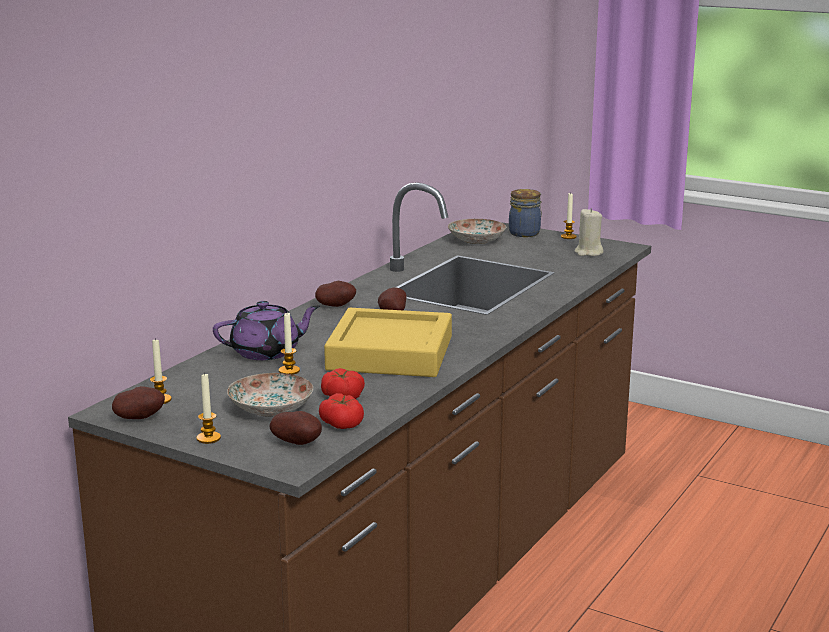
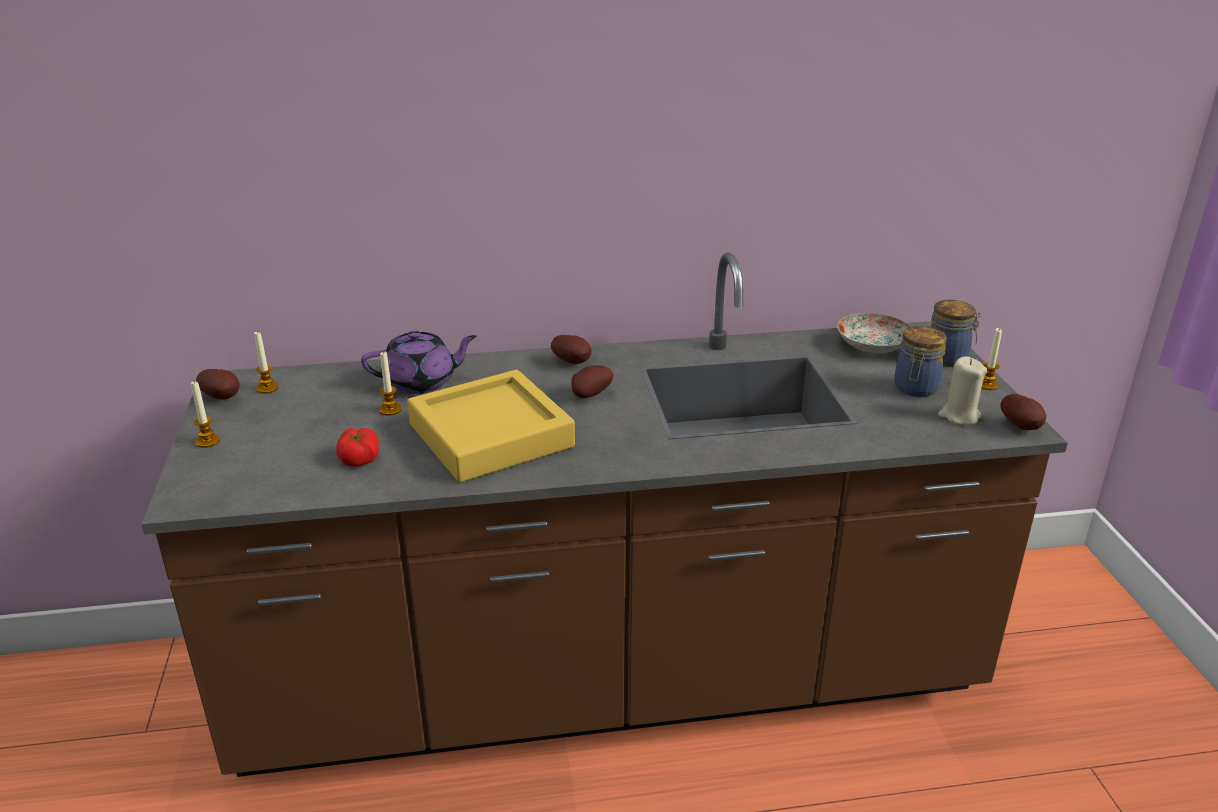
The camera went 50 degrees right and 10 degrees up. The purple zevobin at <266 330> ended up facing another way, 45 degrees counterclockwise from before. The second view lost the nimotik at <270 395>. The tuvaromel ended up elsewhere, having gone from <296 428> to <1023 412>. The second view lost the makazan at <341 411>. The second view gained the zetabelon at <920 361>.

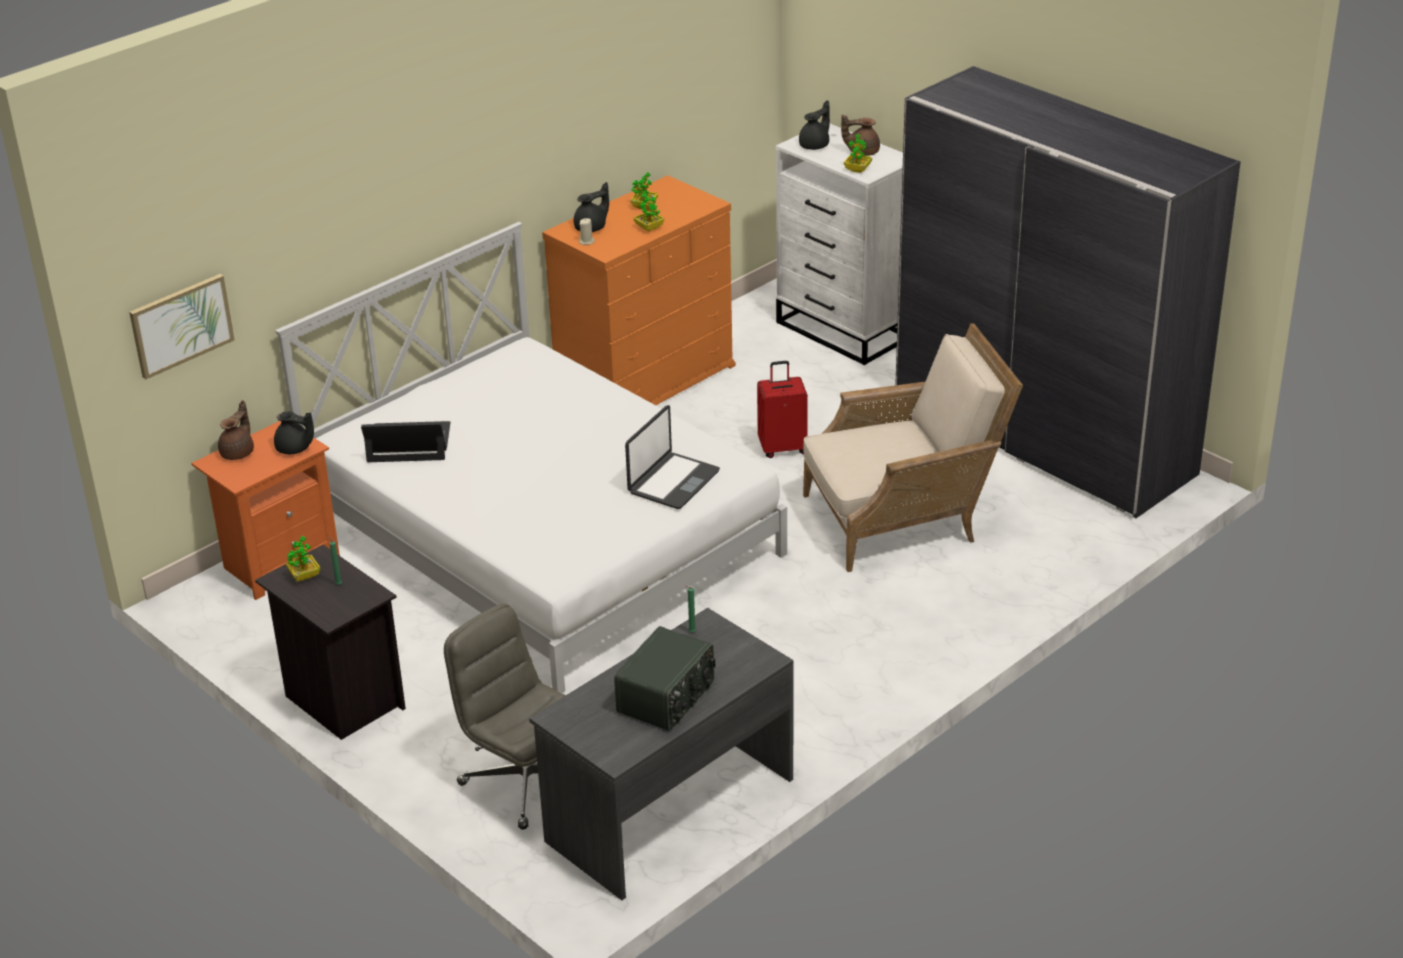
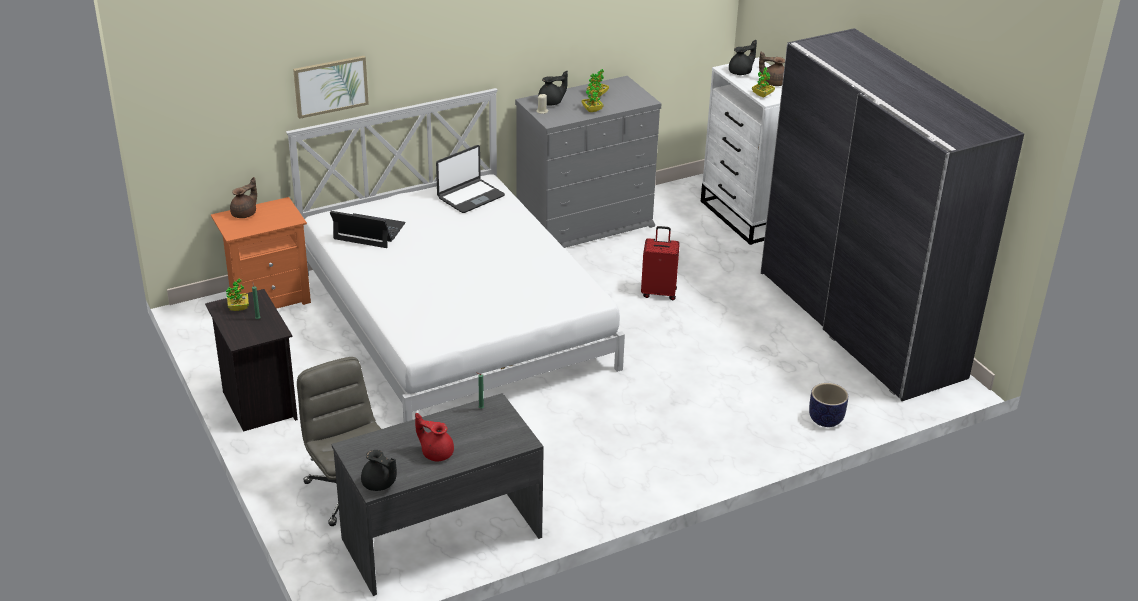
The camera went 15 degrees right and 0 degrees up. The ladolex ended up elsewhere, having gone from <182 326> to <331 87>. The black zevobin ended up elsewhere, having gone from <294 432> to <379 470>. What was the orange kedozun at <639 290> turned into the grey kedozun at <588 162>. Where the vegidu stood at <664 678>, the red zevobin came to stand at <434 437>. The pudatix ended up elsewhere, having gone from <672 457> to <470 179>. The second view lost the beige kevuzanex at <913 447>. The second view gained the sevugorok at <828 405>.

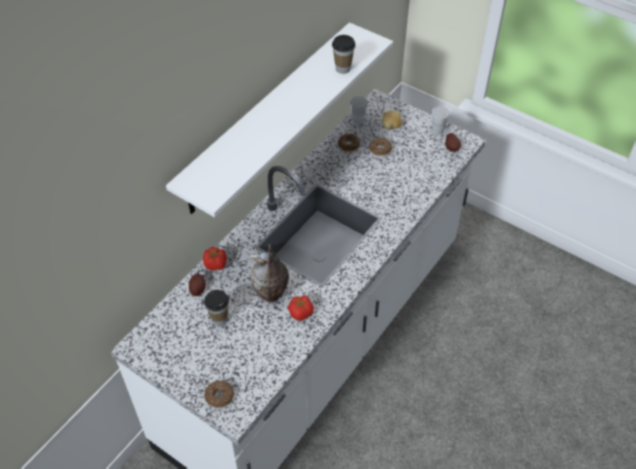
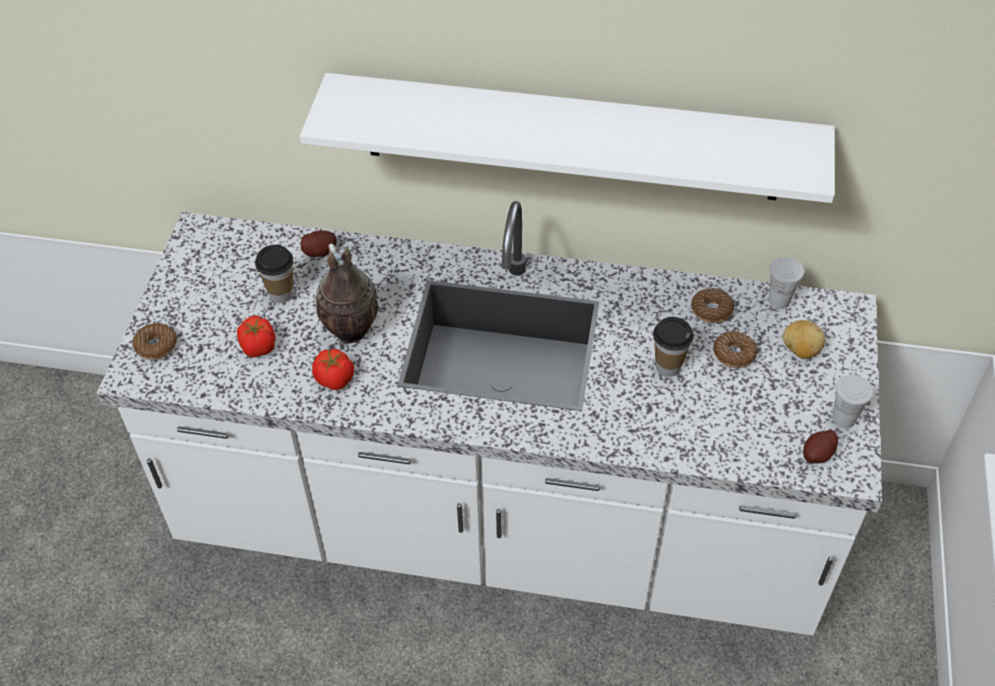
The camera went 65 degrees right and 0 degrees up. The makazan ended up elsewhere, having gone from <215 258> to <256 336>. The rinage ended up elsewhere, having gone from <344 54> to <673 347>.

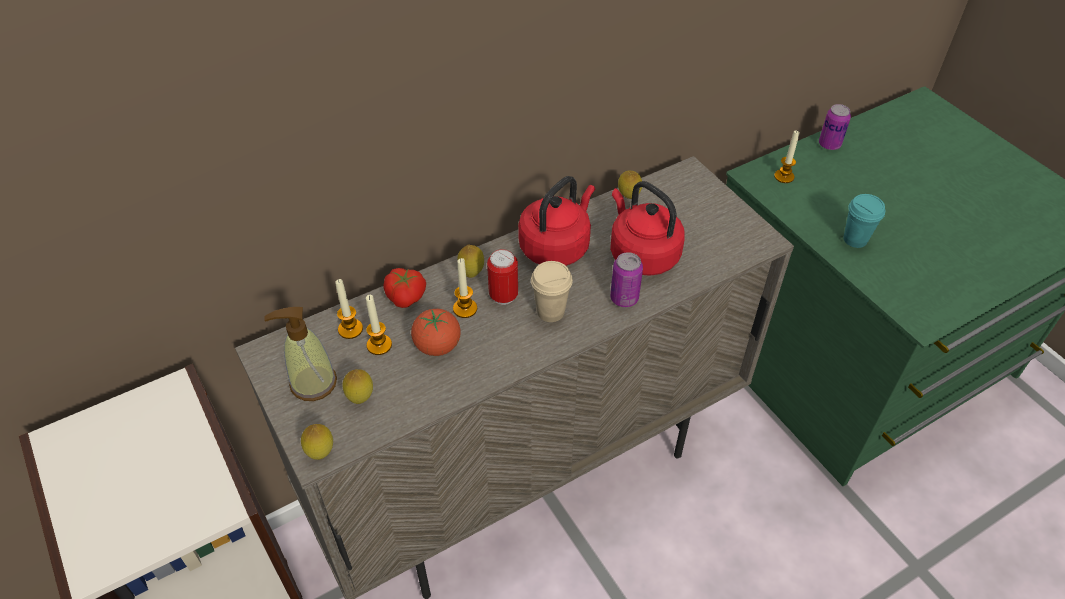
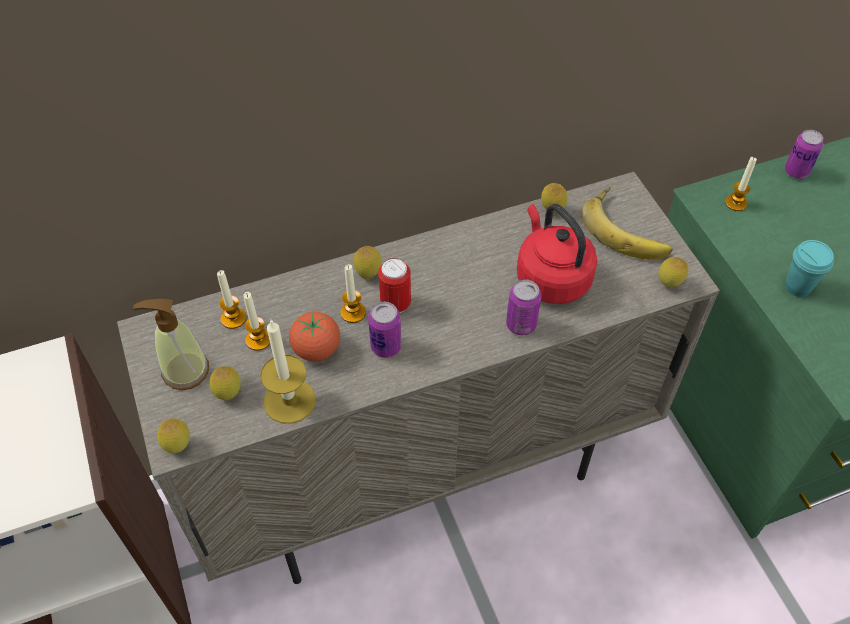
The camera went 10 degrees right and 5 degrees up. The second view lost the makazan at <405 288>. The second view lost the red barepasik at <556 221>. The second view lost the beige rinage at <552 291>. The second view gained the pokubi at <288 372>. The second view gained the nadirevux at <385 330>. The second view gained the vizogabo at <627 223>. The second view gained the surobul at <673 272>.

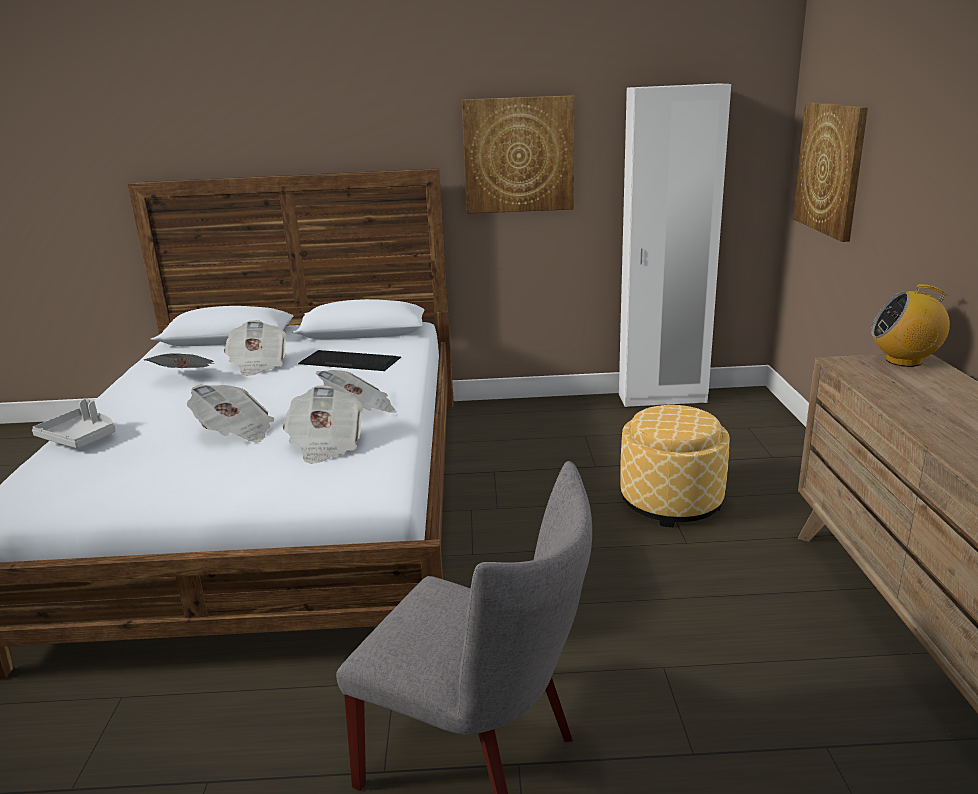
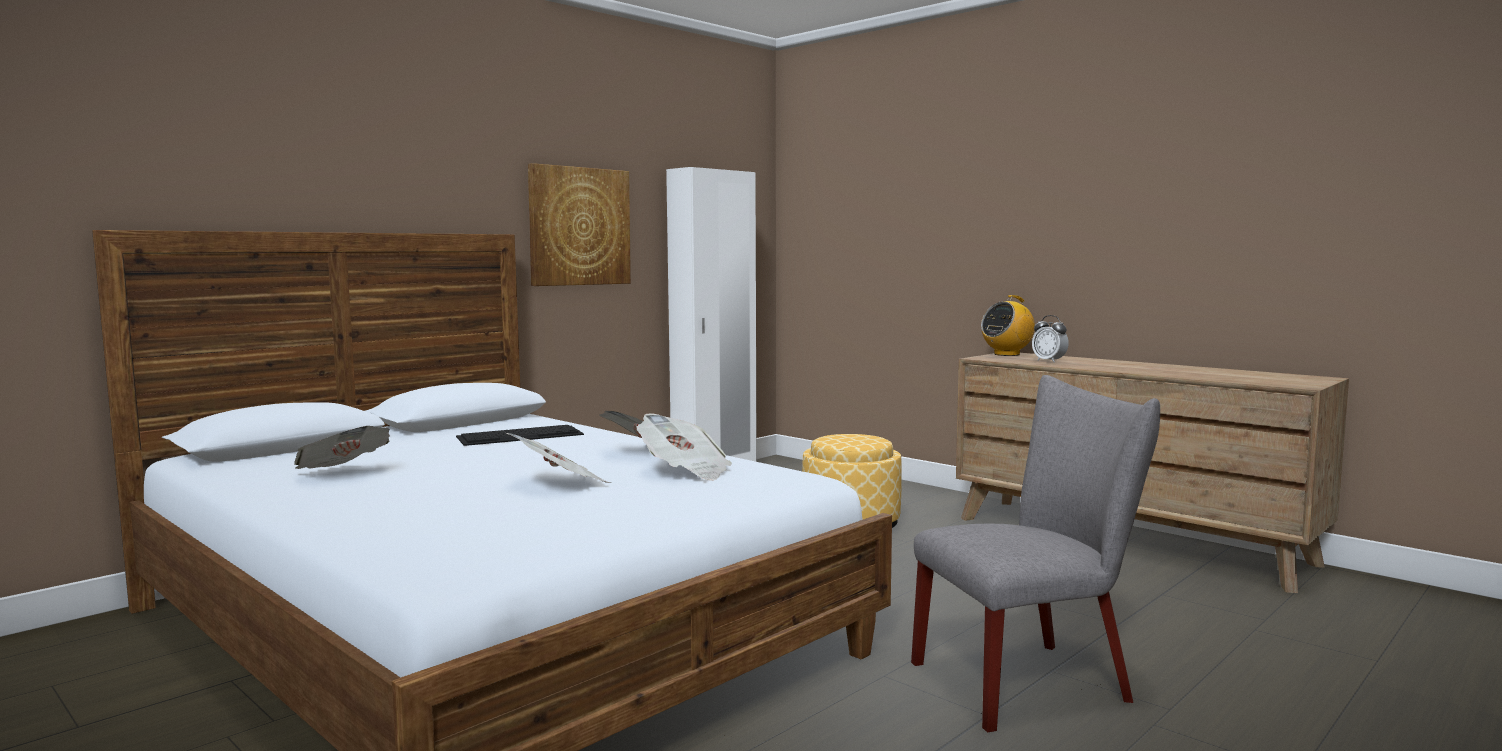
The camera went 45 degrees left and 15 degrees down. The second view lost the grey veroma at <74 423>. The second view lost the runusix at <255 348>. The second view lost the ladolex at <830 172>. The second view gained the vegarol at <1050 339>.

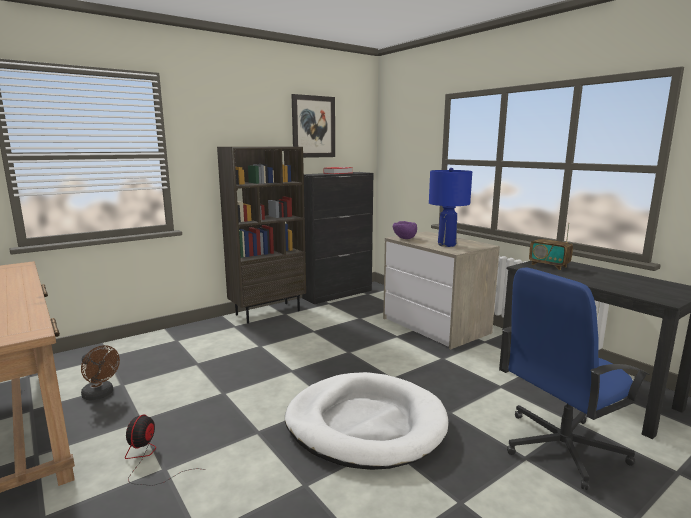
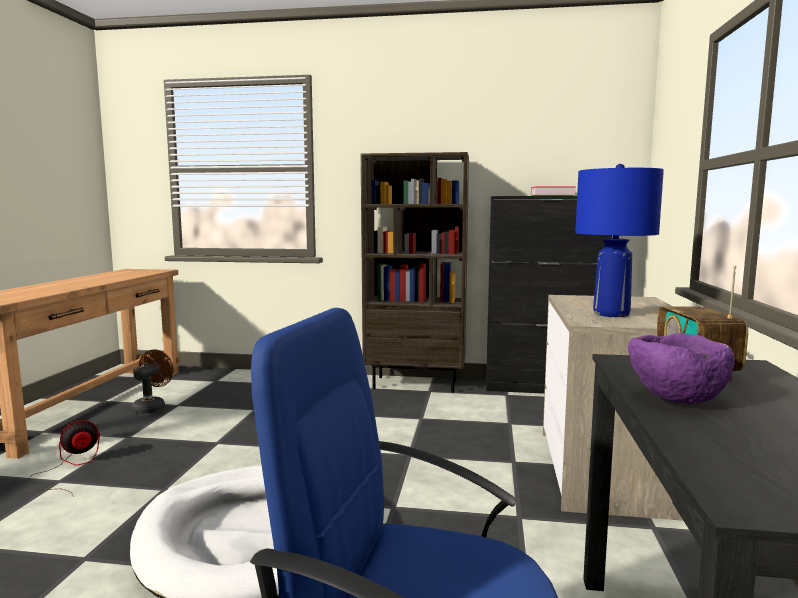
The camera went 45 degrees right and 5 degrees down. The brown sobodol at <100 373> ended up facing another way, 150 degrees counterclockwise from before. The second view lost the ladolex at <313 126>. The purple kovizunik ended up elsewhere, having gone from <405 230> to <681 368>.

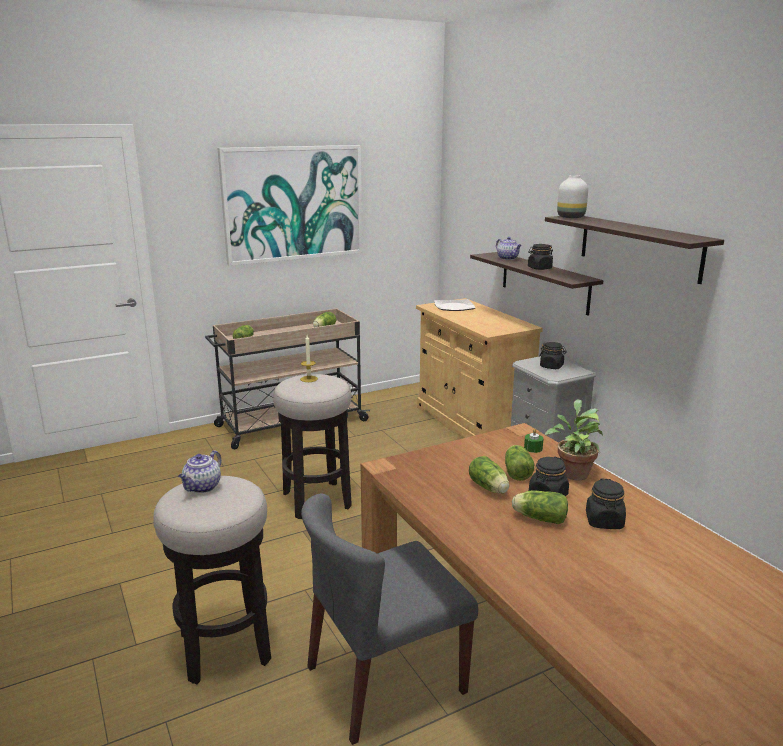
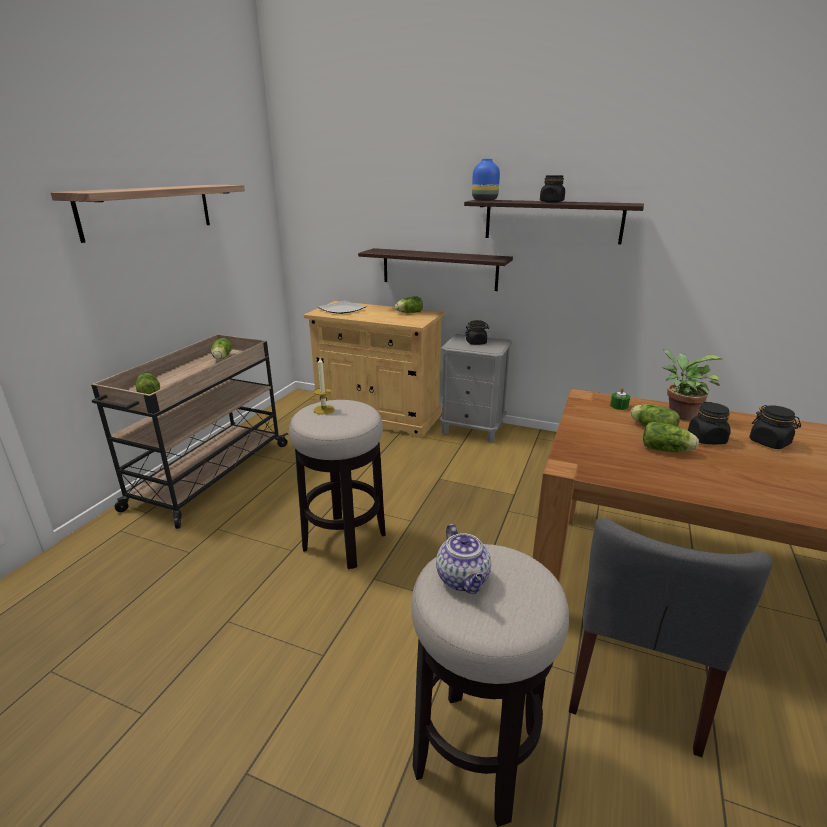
The camera went 40 degrees left and 5 degrees up. Where the ladolex hung at <289 205>, the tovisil came to hang at <148 214>. The second view lost the zevobin at <509 248>. The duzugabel ended up elsewhere, having gone from <540 507> to <409 305>. The black zetabelon ended up elsewhere, having gone from <540 257> to <552 189>. What was the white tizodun at <572 196> turned into the blue tizodun at <486 180>.

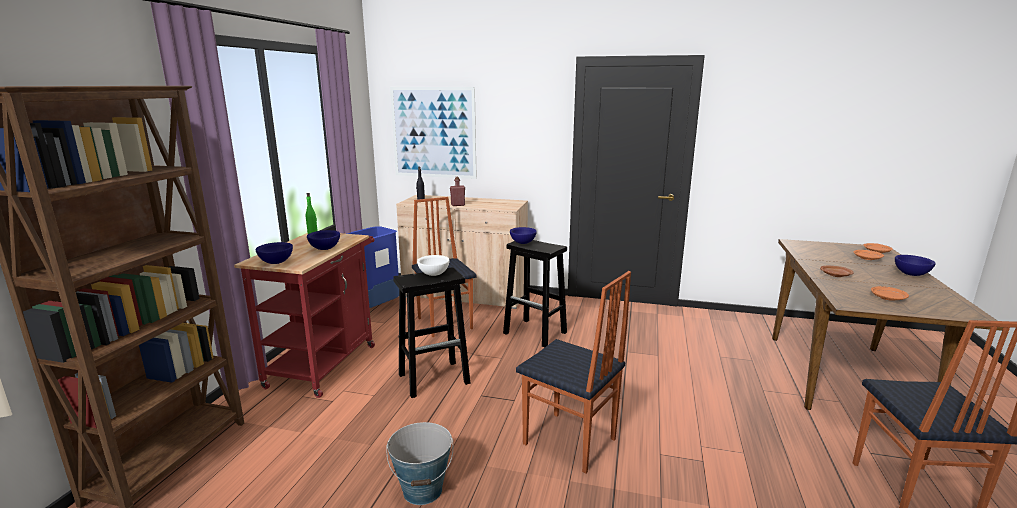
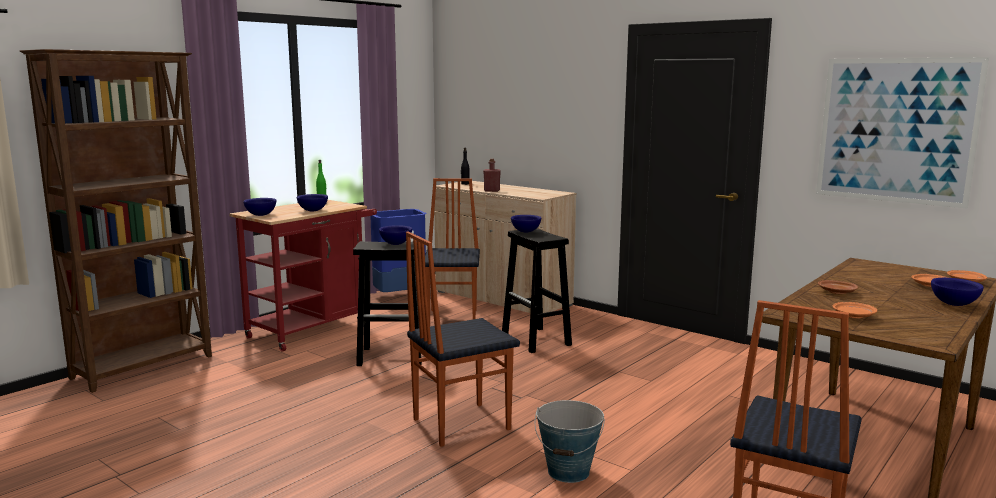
The camera went 25 degrees right and 5 degrees down. The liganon ended up elsewhere, having gone from <419 463> to <569 441>. The ladolex ended up elsewhere, having gone from <433 133> to <902 133>. What was the white kovizunik at <433 265> turned into the blue kovizunik at <395 235>. The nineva at <573 372> ended up facing another way, 90 degrees clockwise from before.

